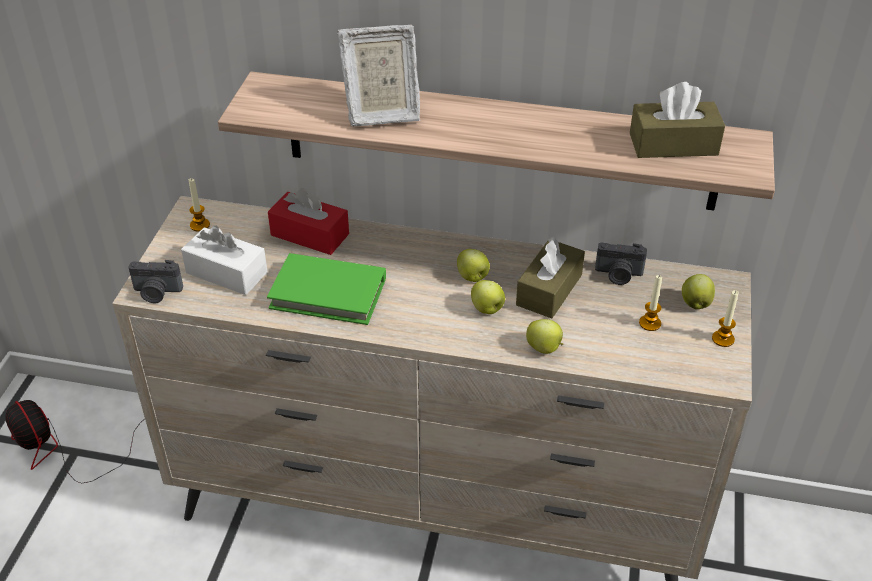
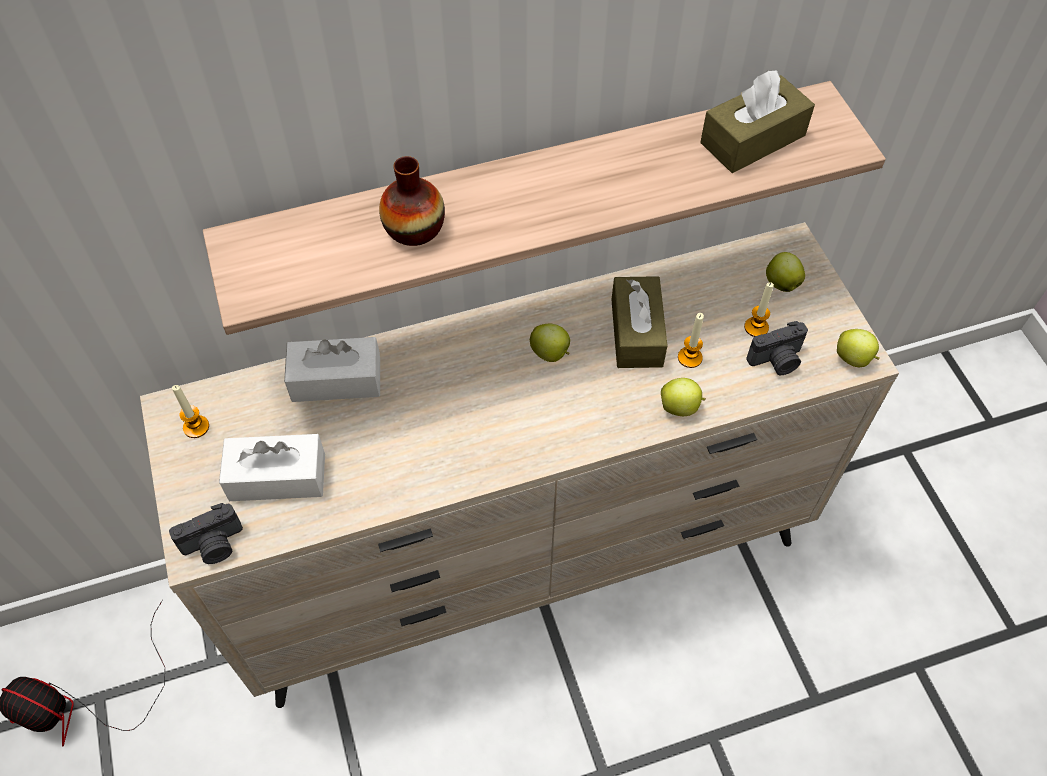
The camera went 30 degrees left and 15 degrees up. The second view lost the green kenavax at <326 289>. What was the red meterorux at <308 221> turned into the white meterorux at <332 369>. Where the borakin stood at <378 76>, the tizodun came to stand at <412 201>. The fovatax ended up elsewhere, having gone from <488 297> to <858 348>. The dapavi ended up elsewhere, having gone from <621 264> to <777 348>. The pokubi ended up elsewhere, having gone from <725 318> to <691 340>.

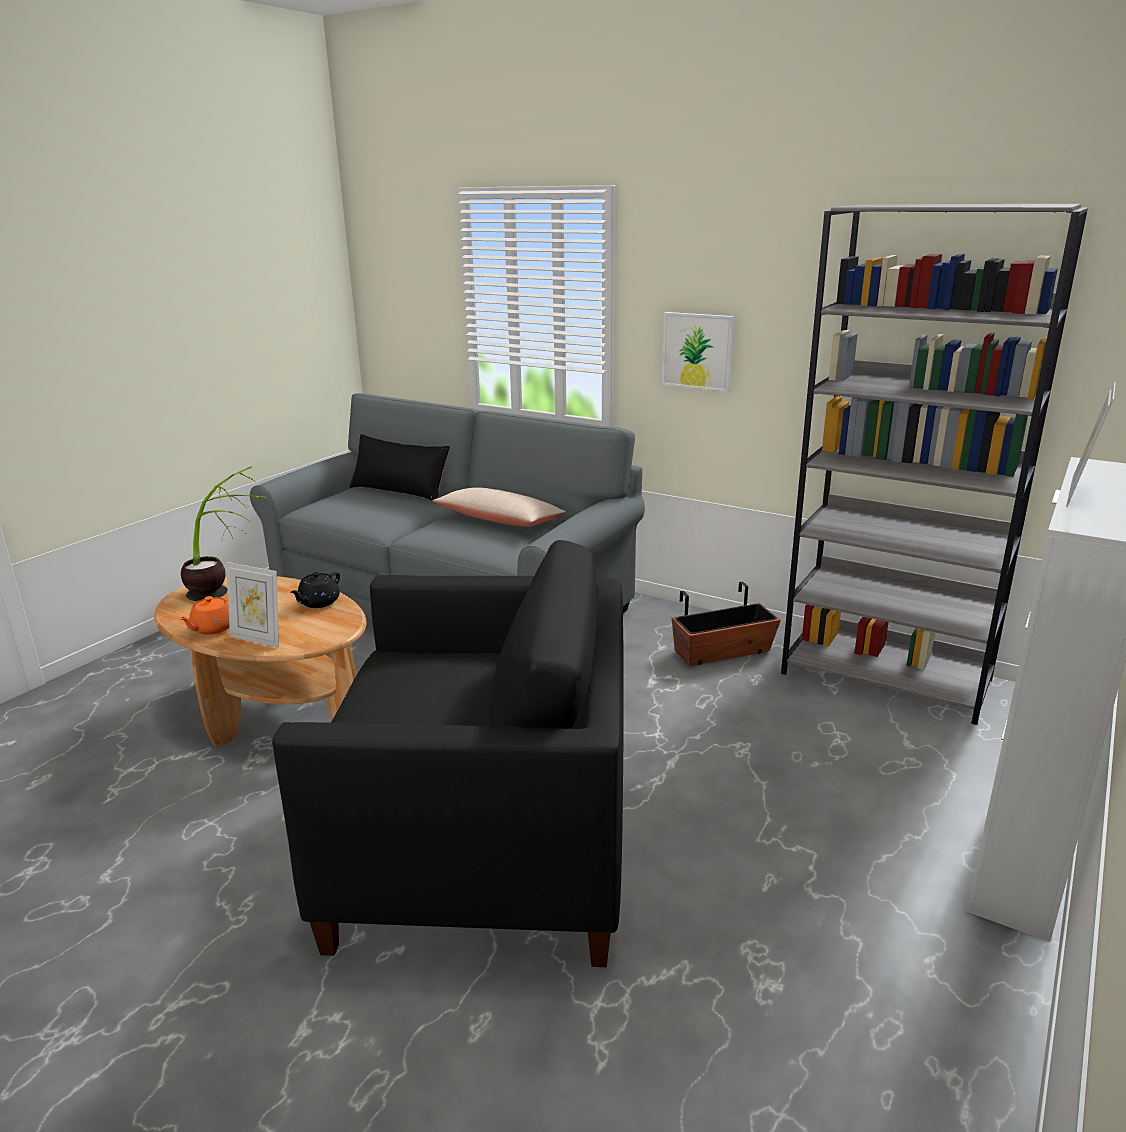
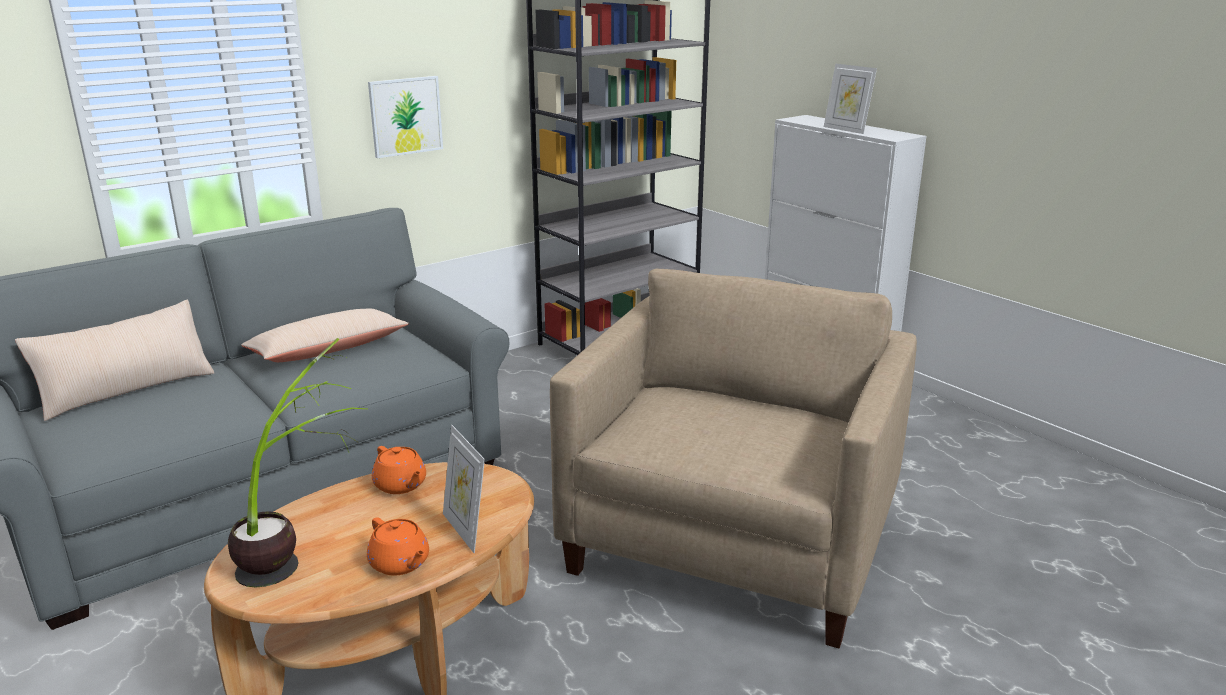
The camera went 70 degrees left and 0 degrees up. The borakin at <252 605> ended up facing another way, 105 degrees clockwise from before. What was the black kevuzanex at <448 753> turned into the beige kevuzanex at <733 459>. What was the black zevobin at <315 590> turned into the orange zevobin at <399 470>. What was the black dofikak at <399 467> turned into the beige dofikak at <114 360>. The second view lost the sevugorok at <726 623>.

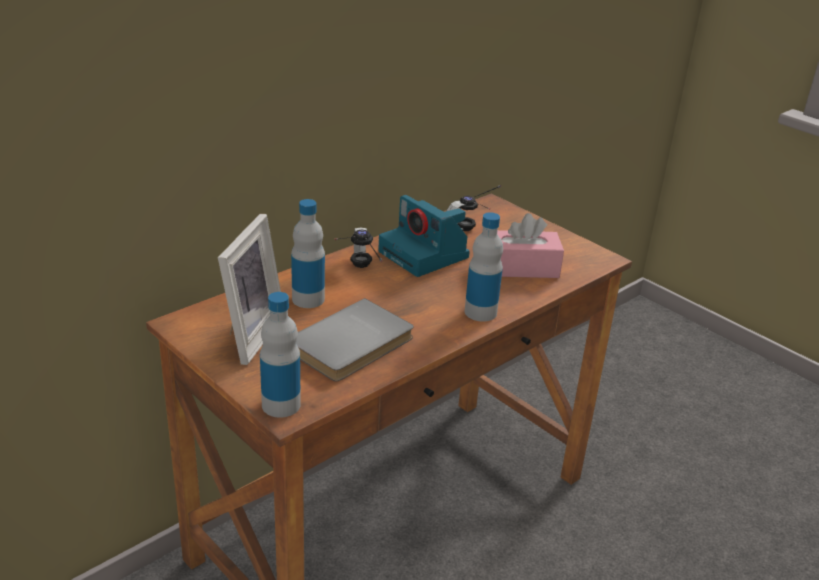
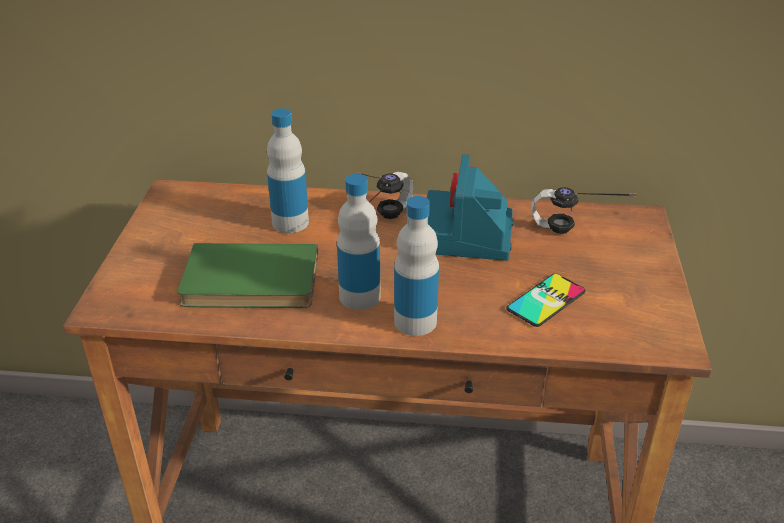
The camera went 50 degrees right and 5 degrees up. The second view lost the borakin at <249 289>. The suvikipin ended up elsewhere, having gone from <280 355> to <358 242>. What was the grey kenavax at <355 340> turned into the green kenavax at <248 275>. Where the pink meterorux stood at <530 245>, the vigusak came to stand at <546 300>.

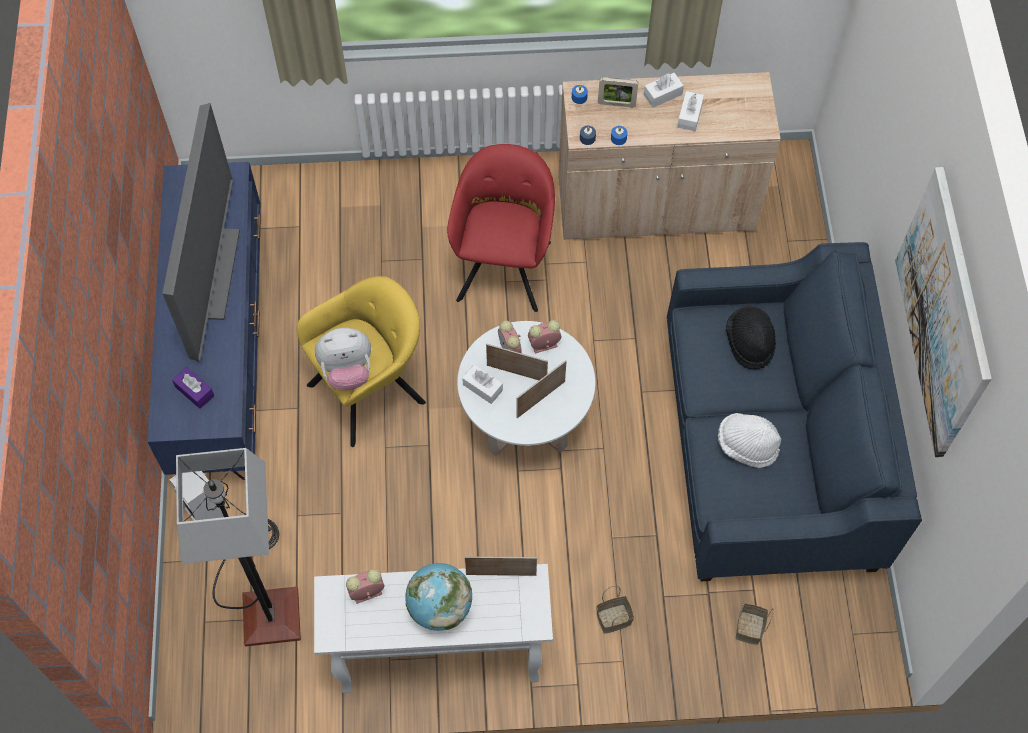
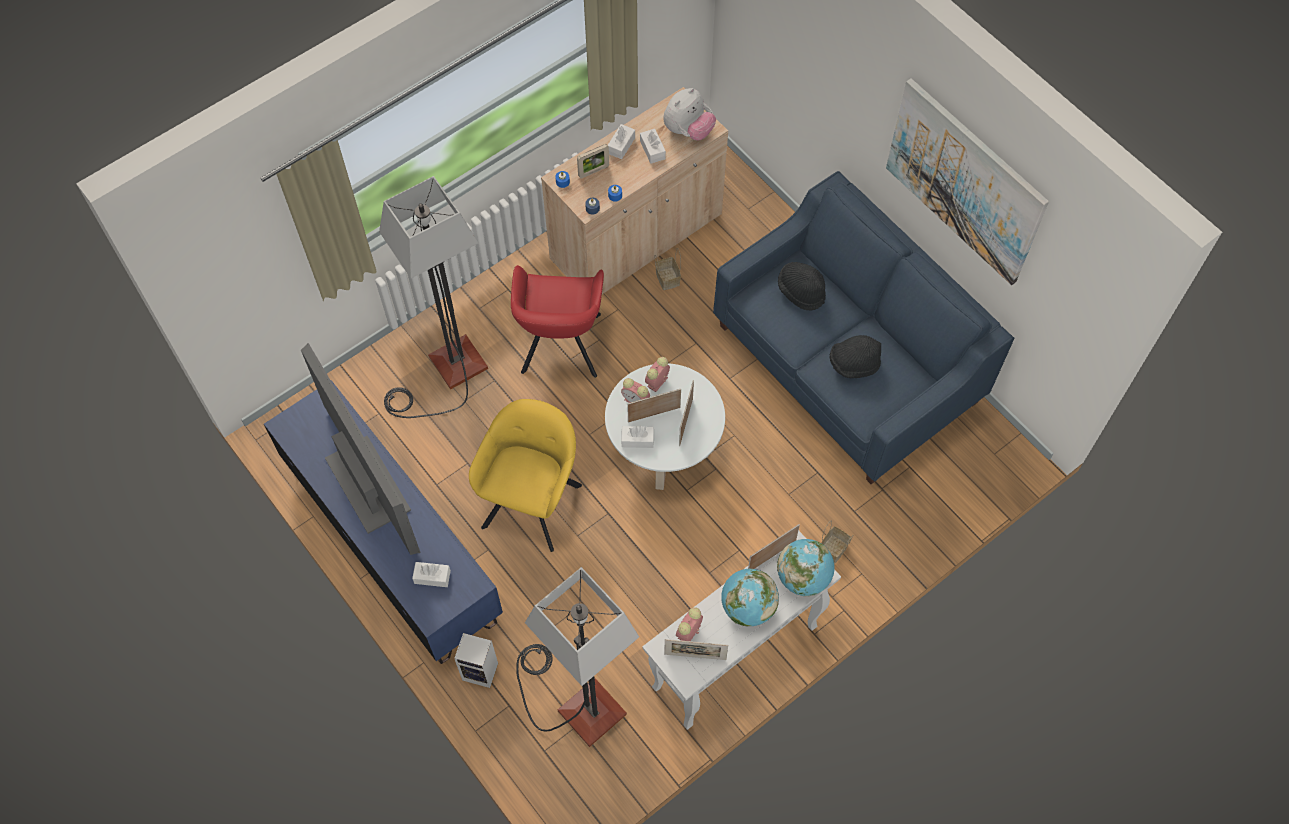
The camera went 35 degrees left and 0 degrees up. What was the purple meterorux at <193 388> turned into the white meterorux at <431 574>. The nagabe ended up elsewhere, having gone from <343 359> to <689 114>. The red kevuzanex at <501 228> ended up facing another way, 150 degrees counterclockwise from before. What was the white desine at <749 440> turned into the black desine at <855 356>. The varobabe ended up elsewhere, having gone from <755 623> to <668 269>. The second view gained the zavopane at <433 297>. The second view gained the borakin at <696 649>. The second view gained the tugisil at <805 567>.

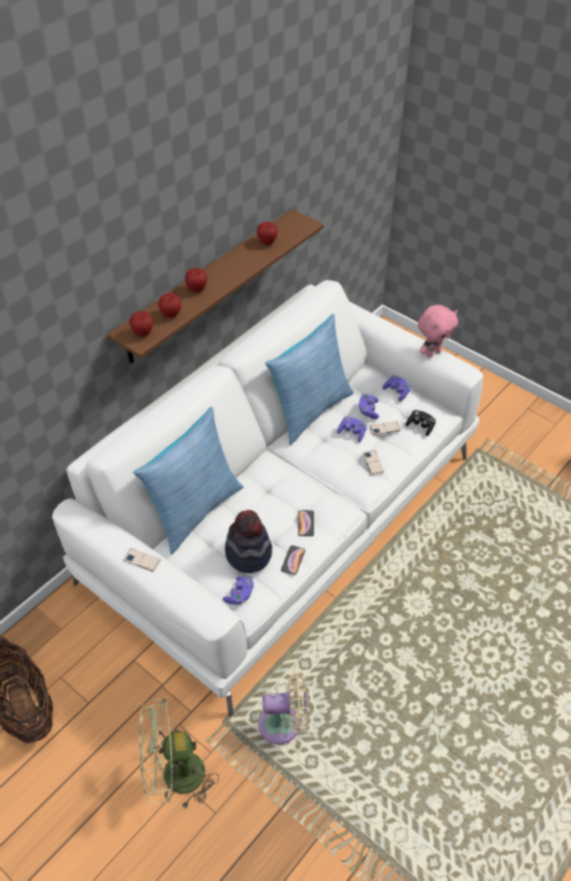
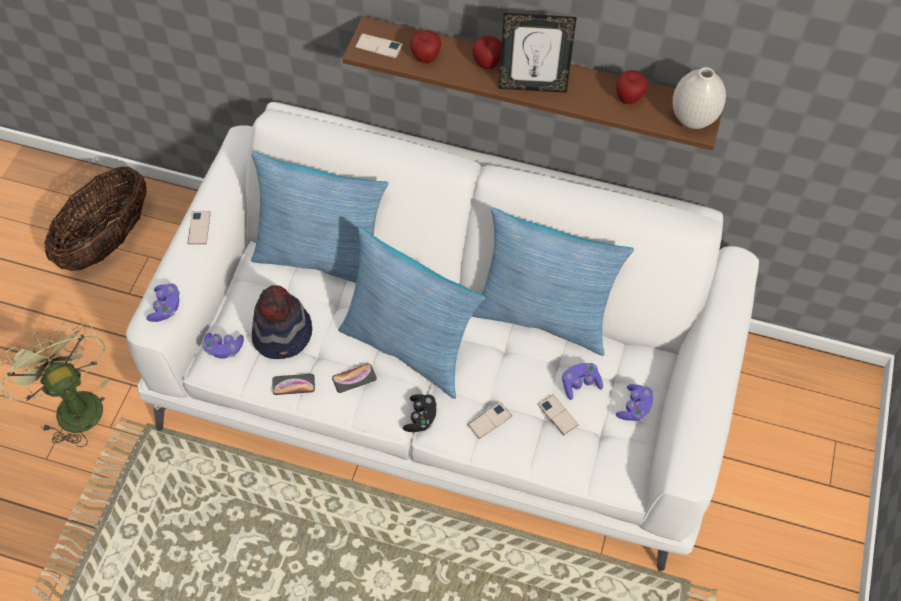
The camera went 65 degrees right and 10 degrees up. Where the fovatax stood at <141 324>, the vigusak came to stand at <379 46>. The second view lost the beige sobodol at <283 709>. The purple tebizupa ended up elsewhere, having gone from <352 429> to <163 302>. The black tebizupa ended up elsewhere, having gone from <421 423> to <420 413>. The second view lost the pink nagabe at <438 331>. The second view gained the dofikak at <411 313>. The second view gained the borakin at <537 53>. The second view gained the white tizodun at <699 98>.

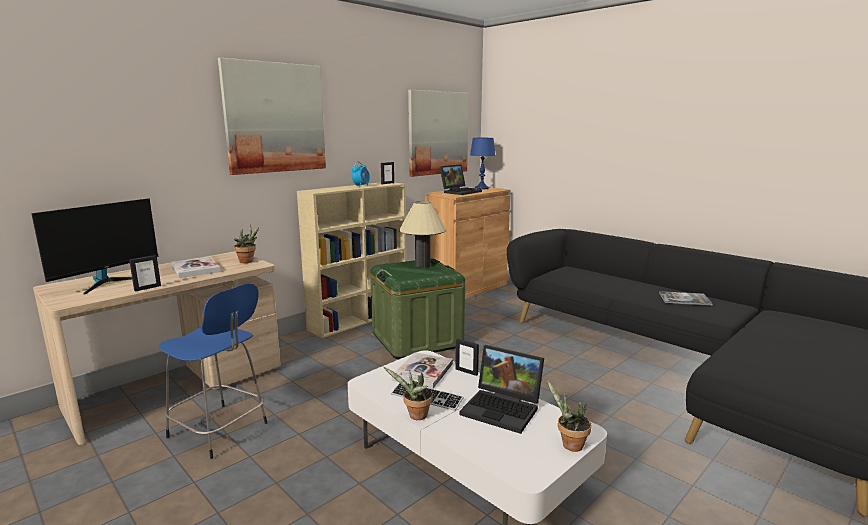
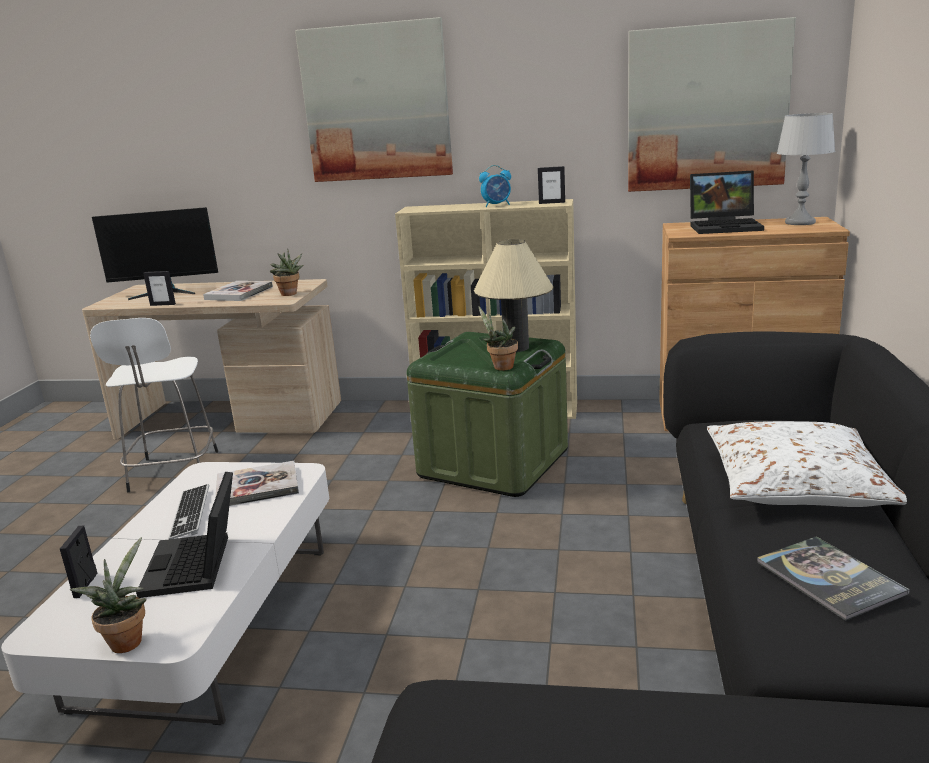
The camera went 55 degrees right and 5 degrees up. What was the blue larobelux at <213 371> turned into the white larobelux at <154 405>. The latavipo ended up elsewhere, having gone from <408 393> to <498 338>. The borakin ended up elsewhere, having gone from <467 357> to <78 561>. What was the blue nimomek at <483 163> turned into the grey nimomek at <806 169>. The second view gained the white dofikak at <807 464>.

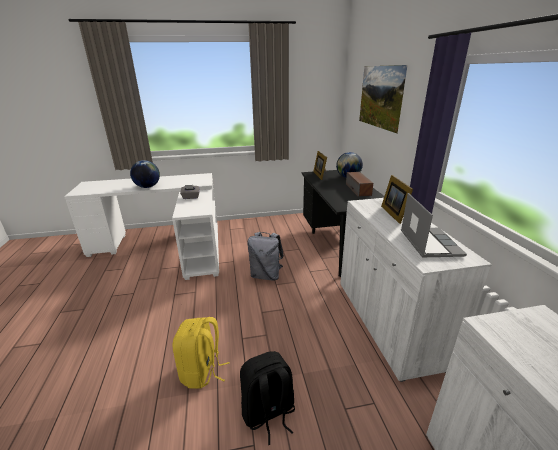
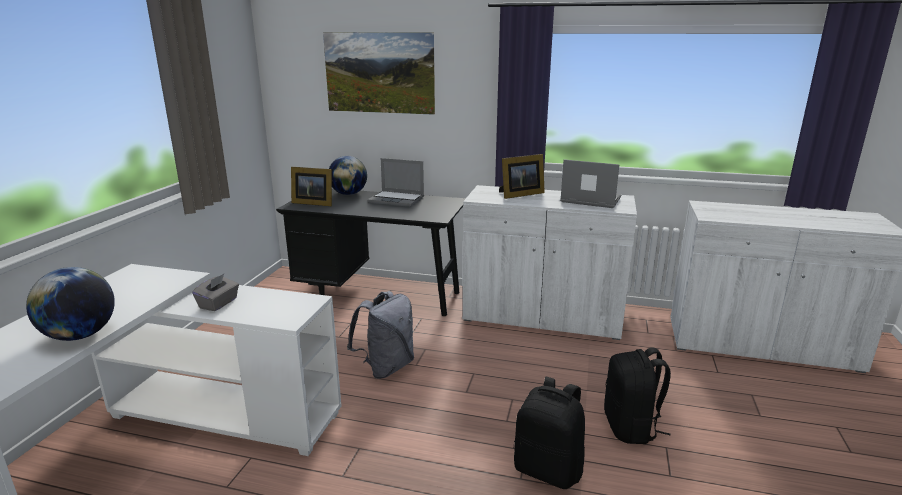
The camera went 65 degrees left and 5 degrees down. What was the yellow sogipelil at <201 353> turned into the black sogipelil at <549 433>. Where the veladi stood at <359 184>, the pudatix came to stand at <395 182>. The borakin at <397 199> ended up facing another way, 45 degrees counterclockwise from before.

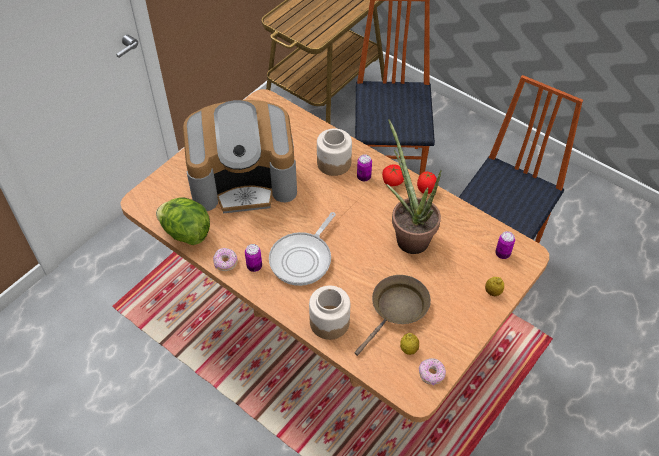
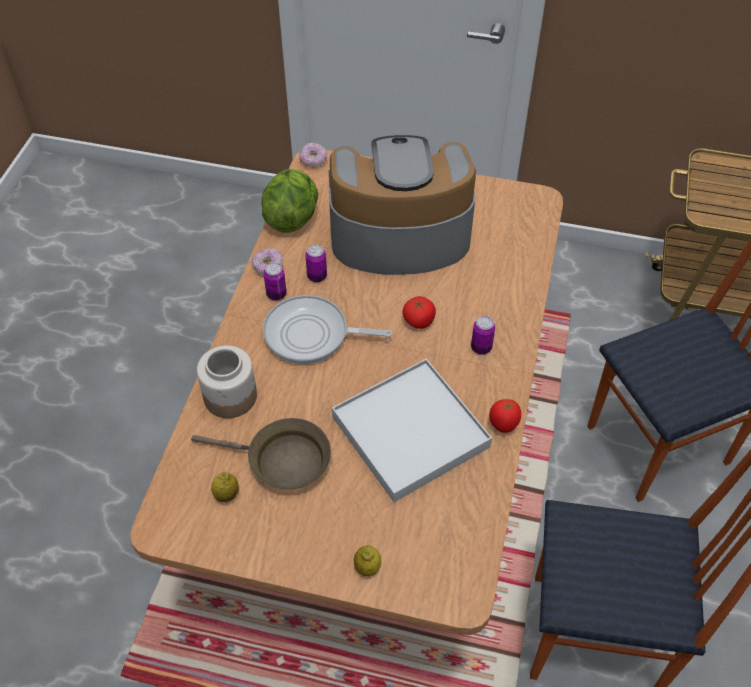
The camera went 65 degrees right and 0 degrees up. The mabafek at <240 156> ended up facing another way, 120 degrees clockwise from before. The second view lost the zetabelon at <334 152>. The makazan ended up elsewhere, having gone from <393 175> to <419 312>. Where the latavipo stood at <414 186>, the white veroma came to stand at <412 430>. The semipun ended up elsewhere, having gone from <432 372> to <313 155>. The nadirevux ended up elsewhere, having gone from <505 245> to <316 263>.

